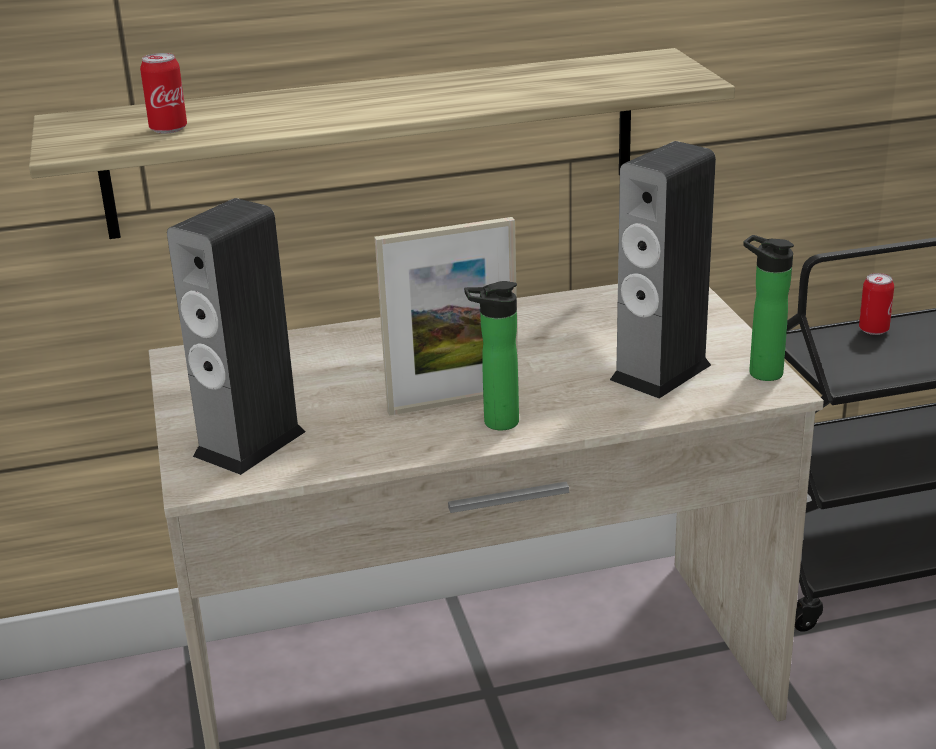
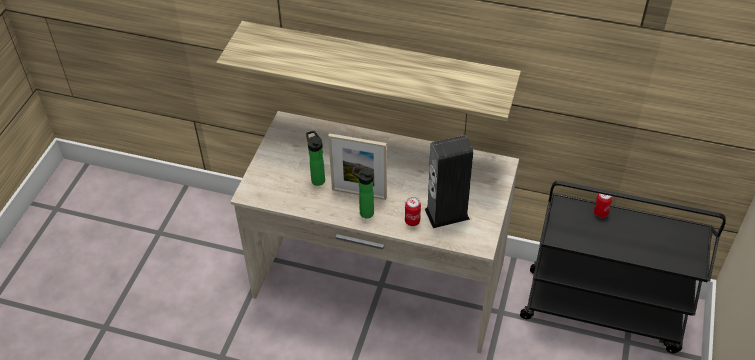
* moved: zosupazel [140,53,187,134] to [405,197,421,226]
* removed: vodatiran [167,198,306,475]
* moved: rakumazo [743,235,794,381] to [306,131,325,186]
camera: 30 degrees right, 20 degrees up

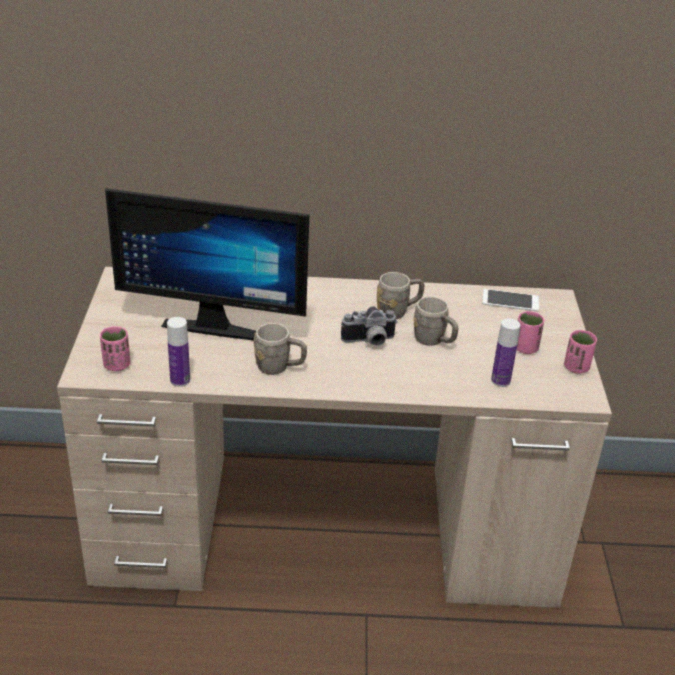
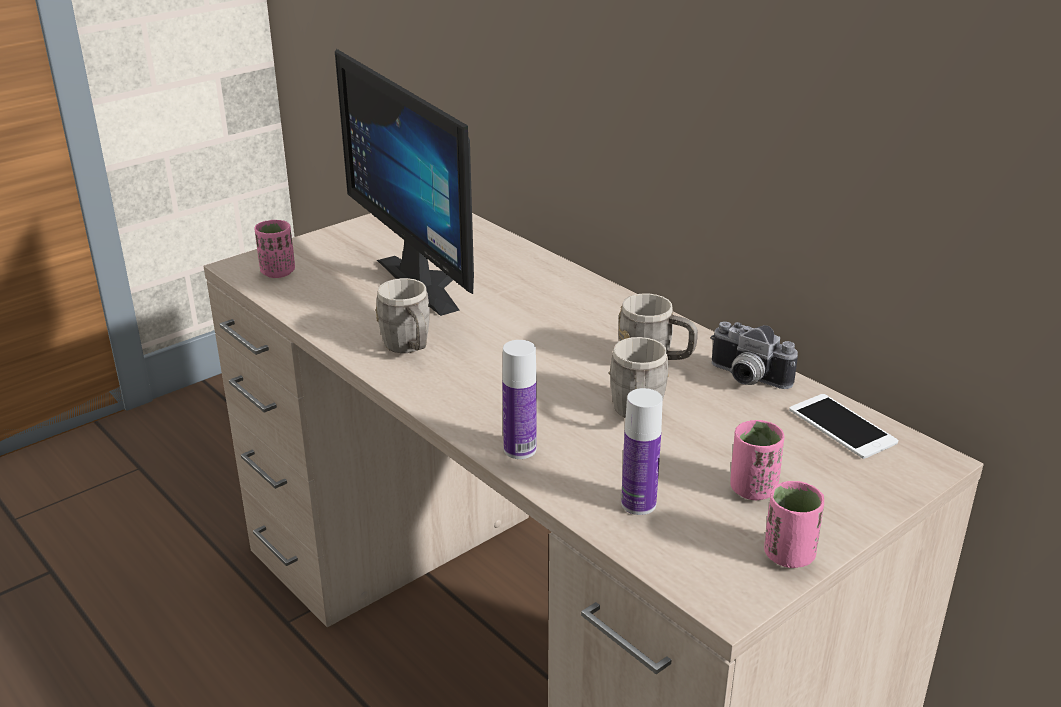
* moved: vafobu [341,306,397,346] to [711,322,798,389]
* moved: rakumazo [167,317,190,387] to [502,340,537,459]
camera: 50 degrees right, 5 degrees down

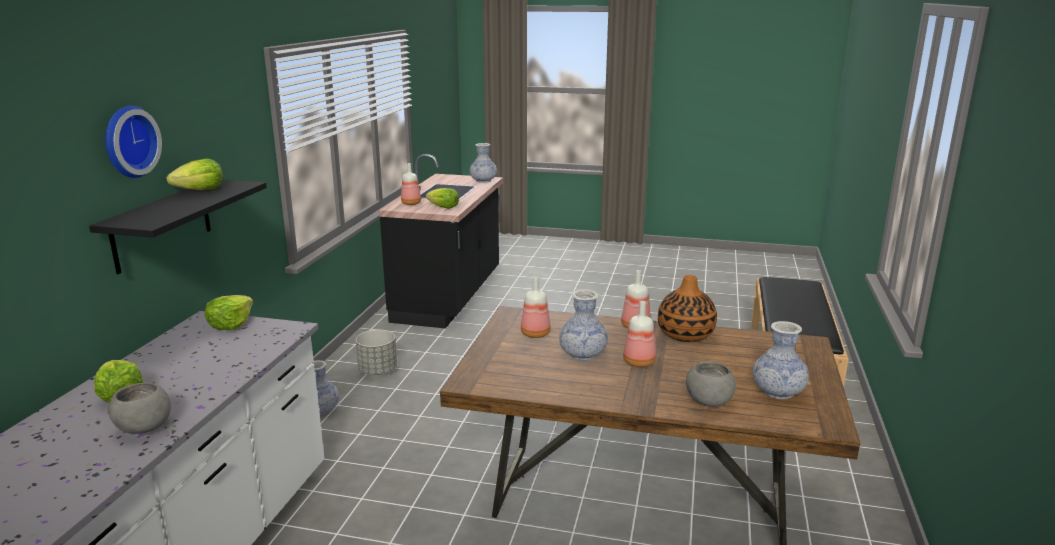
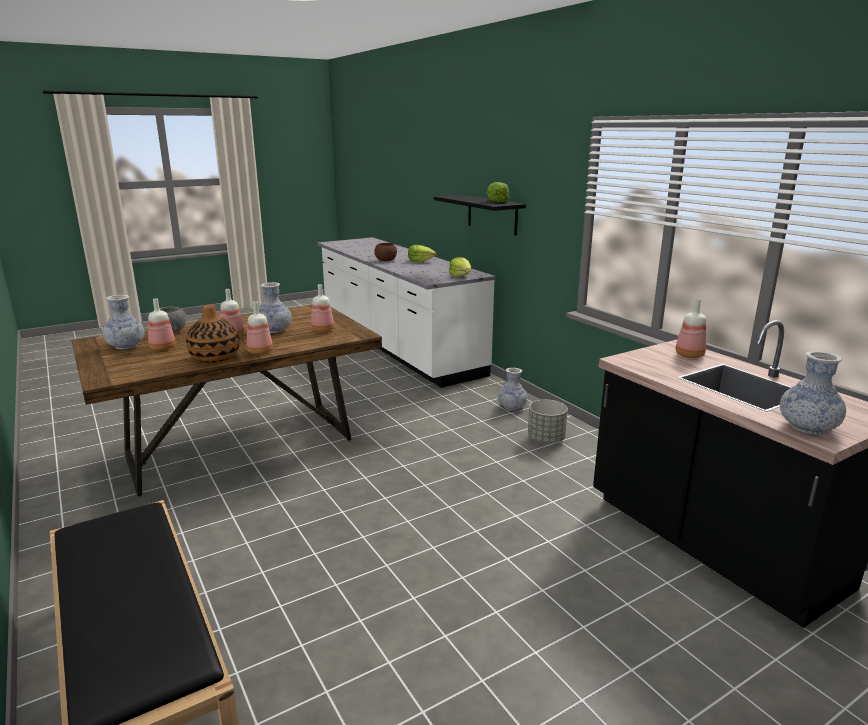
* removed: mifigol [105,106,162,178]
* removed: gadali [426,188,459,209]
* recoloured: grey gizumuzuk [108,383,171,434] to brown gizumuzuk [374,243,397,261]
* added: rakumazo [148,298,176,351]
camera: 135 degrees right, 0 degrees up

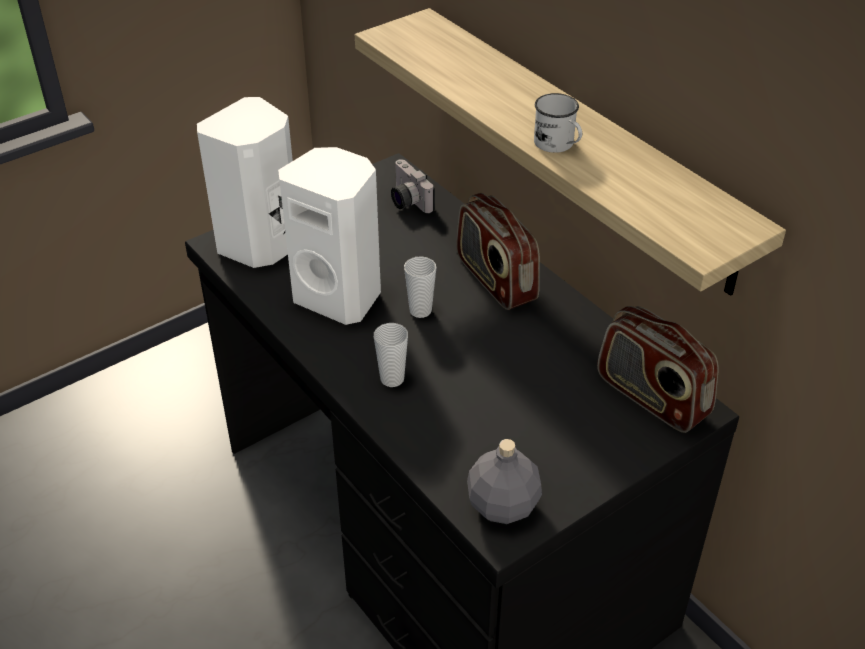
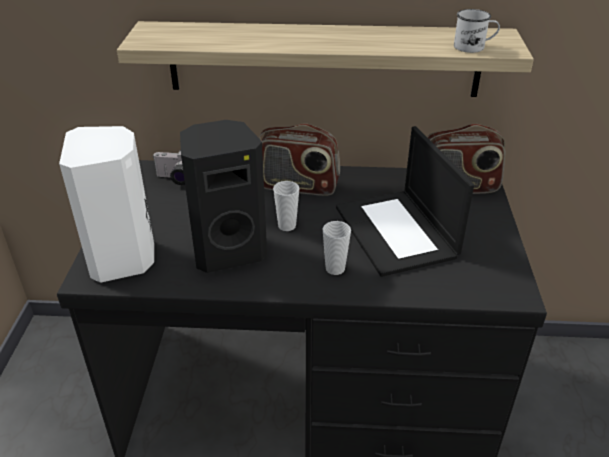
* moved: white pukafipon [534,93,582,153] to [454,9,500,53]
* recoloured: white vodatiran [278,147,381,325] to black vodatiran [180,120,267,273]
* removed: grey rakumazo [467,439,542,524]
* added: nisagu [336,126,474,277]
camera: 50 degrees left, 5 degrees down

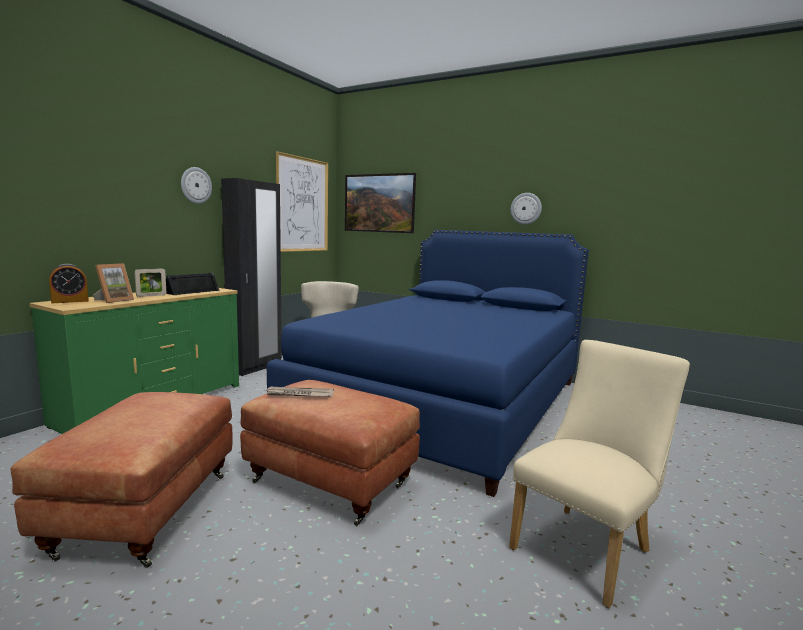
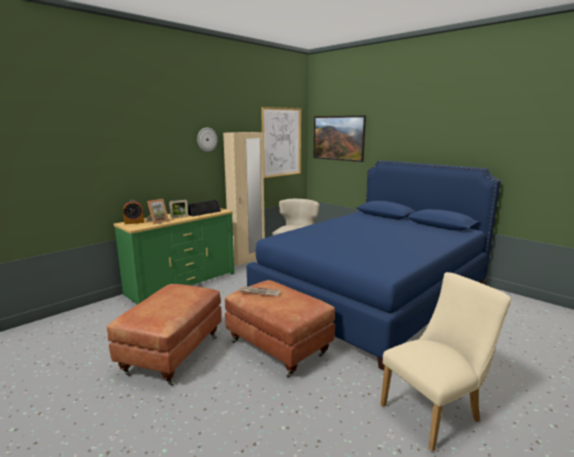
* recoloured: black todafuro [221,178,282,376] to beige todafuro [223,132,265,266]
* removed: mifigol [511,193,542,224]
camera: 15 degrees right, 5 degrees up

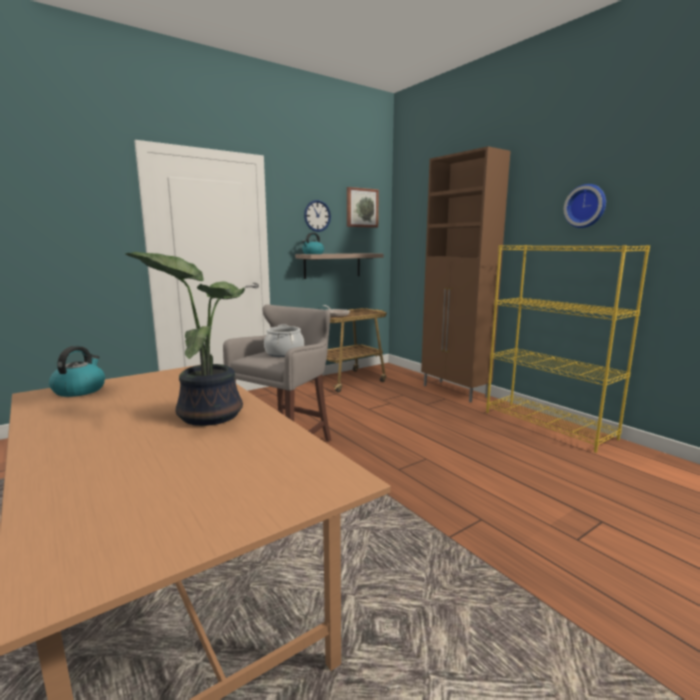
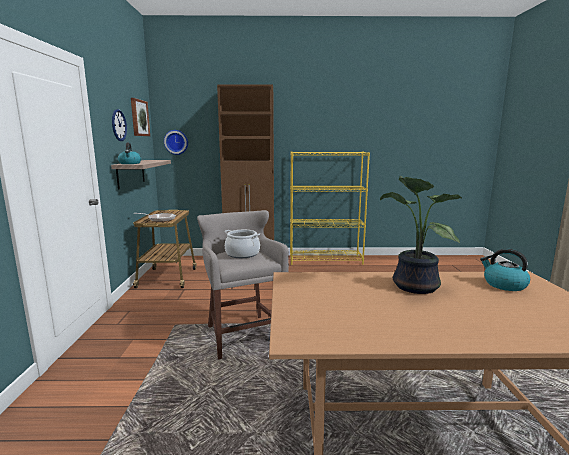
* moved: mifigol [564,184,606,228] to [164,130,188,155]
* moved: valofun [49,346,105,397] to [480,249,530,291]
camera: 55 degrees left, 0 degrees up

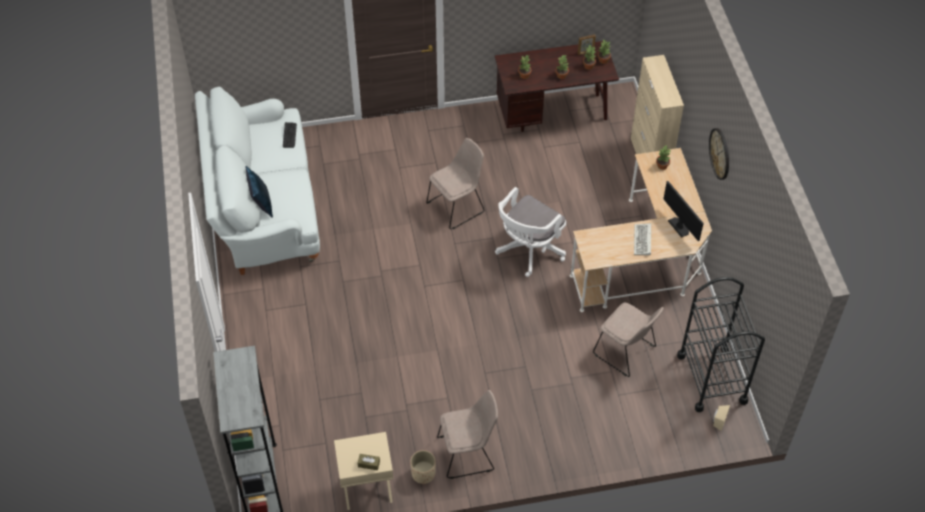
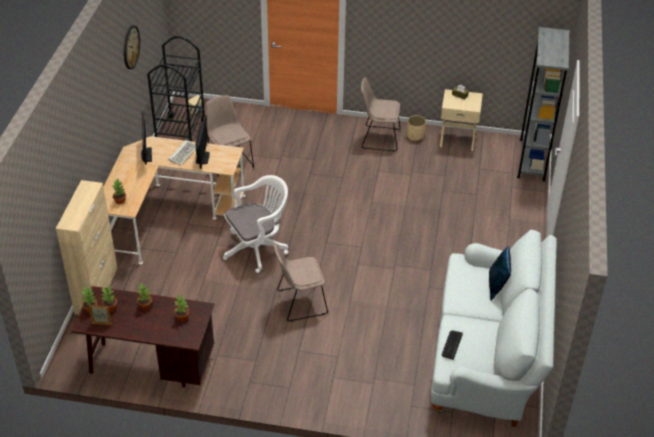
* moved: mifigol [709,128,729,180] to [124,26,140,69]
* added: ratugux [195,116,210,169]
camera: 160 degrees left, 10 degrees down

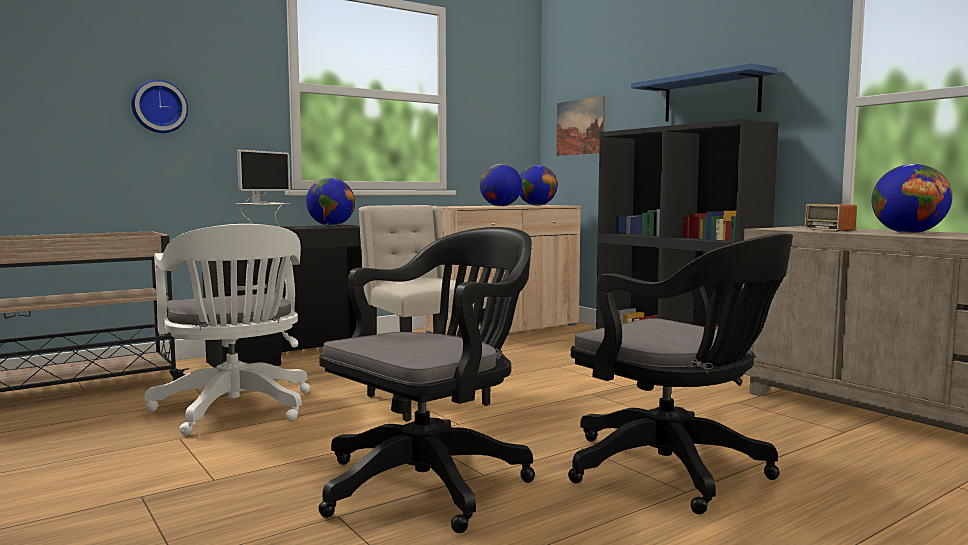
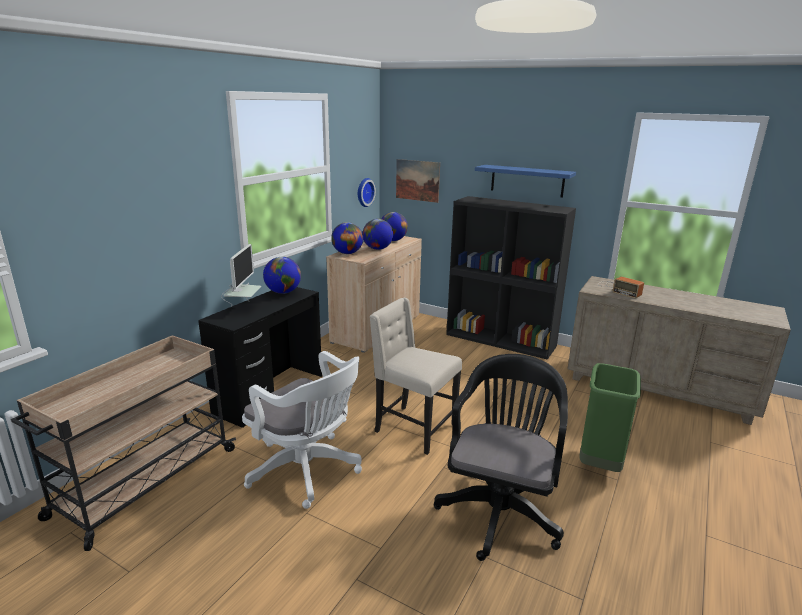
* moved: mifigol [131,79,188,133] to [358,178,376,207]
* moved: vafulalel [871,164,952,233] to [331,222,363,254]
* replaced: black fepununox [568,233,793,514] to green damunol [580,363,641,472]
camera: 25 degrees left, 15 degrees up

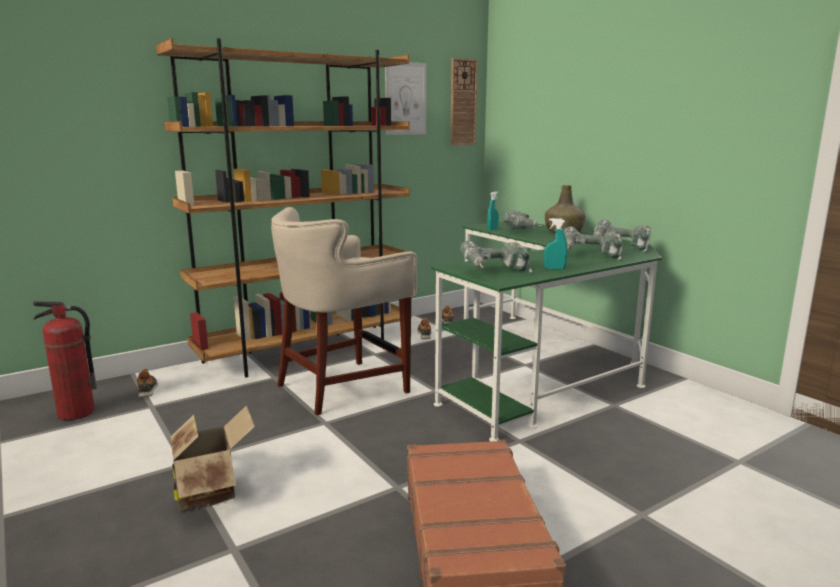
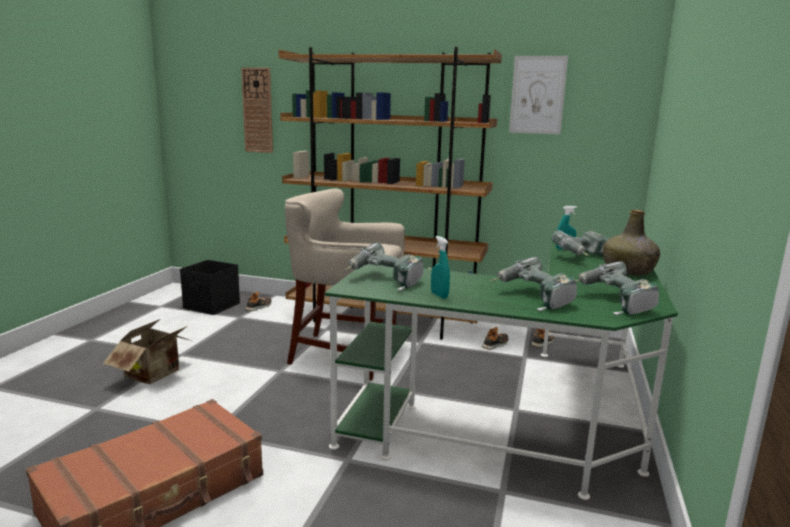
* moved: mifigol [450,58,478,145] to [241,68,273,153]
* replaced: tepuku [33,301,97,420] to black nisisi [180,260,240,315]
camera: 50 degrees right, 0 degrees up

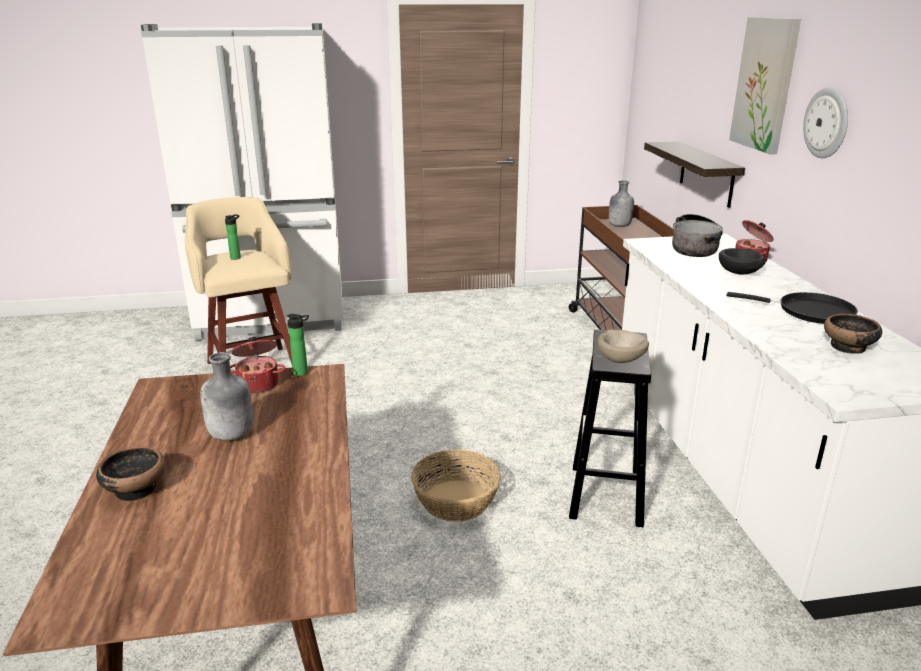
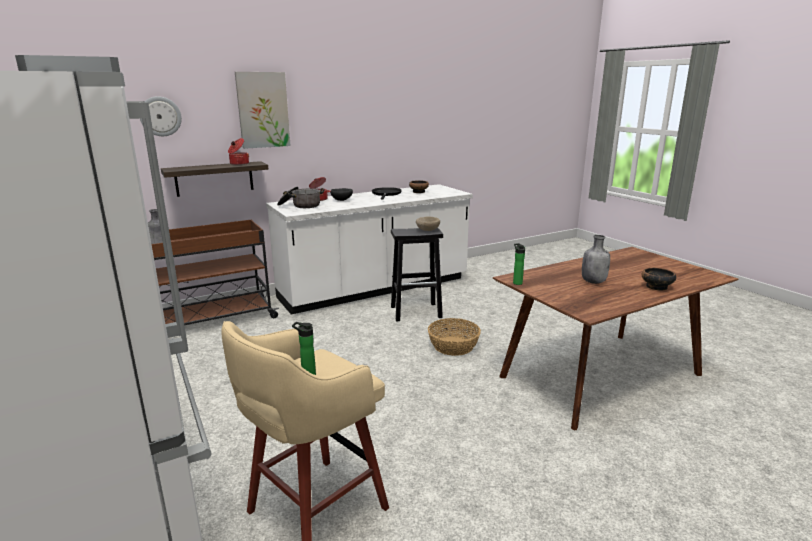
* moved: mifigol [803,87,848,158] to [140,96,182,136]
* moved: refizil [230,337,285,393] to [228,138,249,165]
camera: 110 degrees left, 5 degrees down

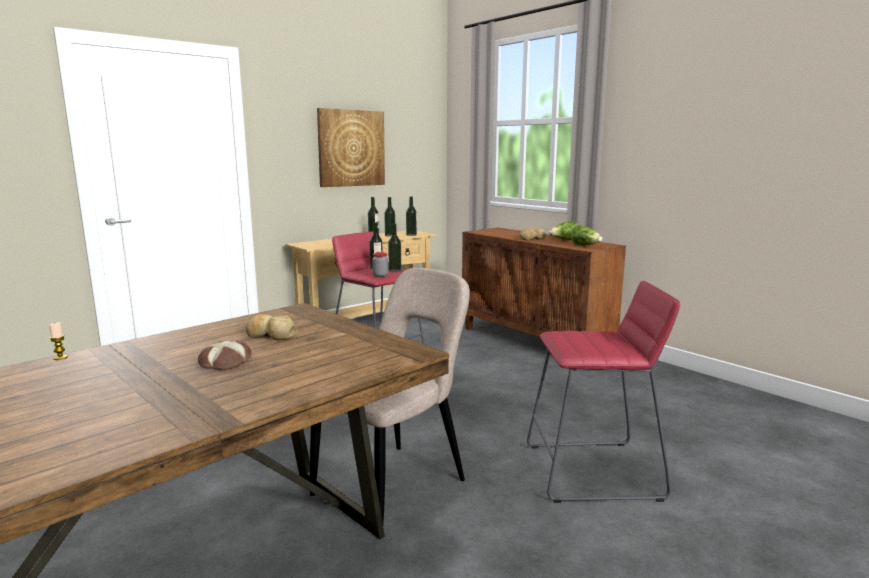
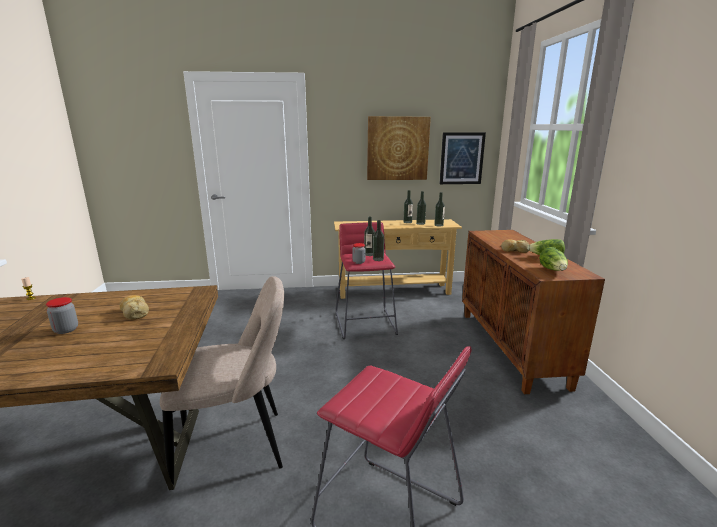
* replaced: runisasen [198,340,251,370] to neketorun [46,297,78,334]
* added: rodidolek [439,132,486,184]
camera: 35 degrees right, 5 degrees up

